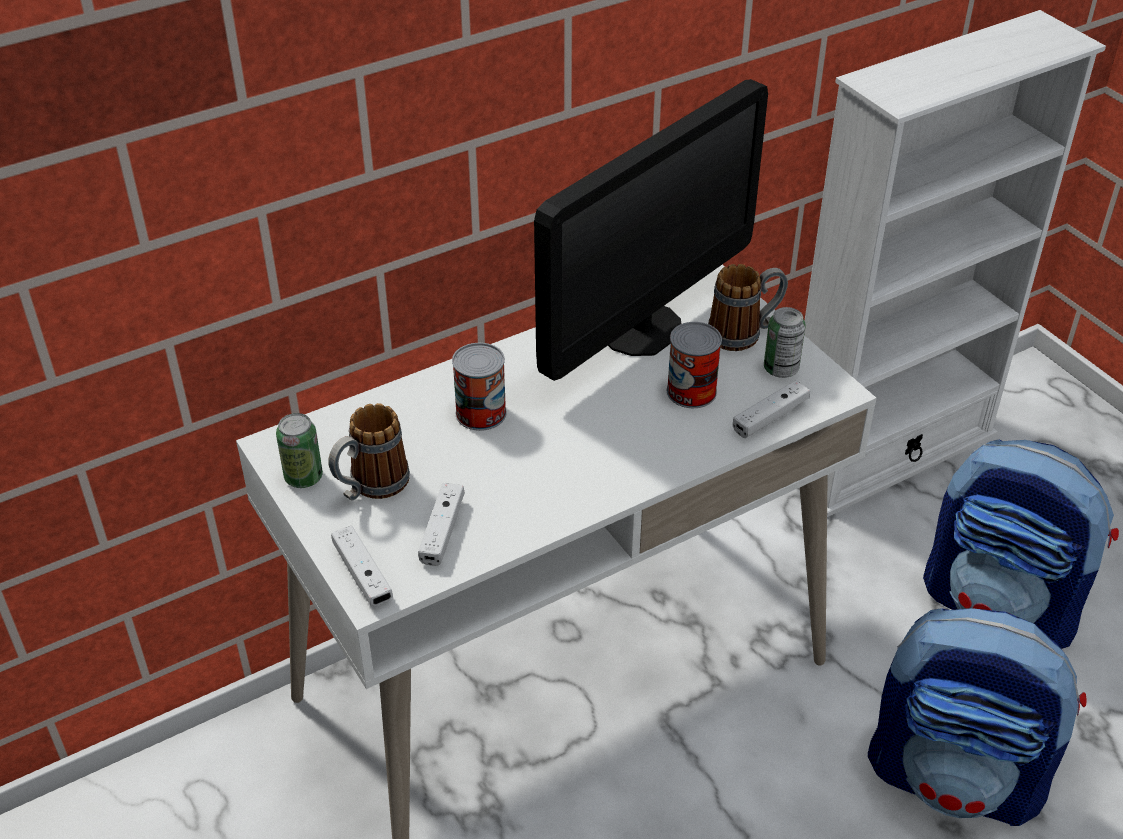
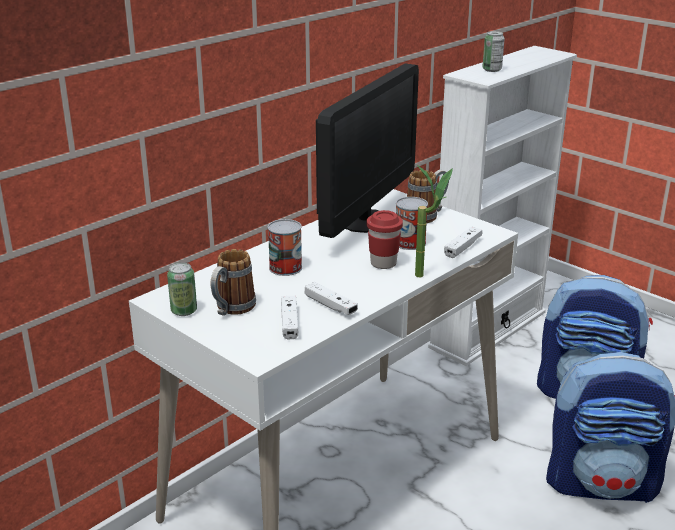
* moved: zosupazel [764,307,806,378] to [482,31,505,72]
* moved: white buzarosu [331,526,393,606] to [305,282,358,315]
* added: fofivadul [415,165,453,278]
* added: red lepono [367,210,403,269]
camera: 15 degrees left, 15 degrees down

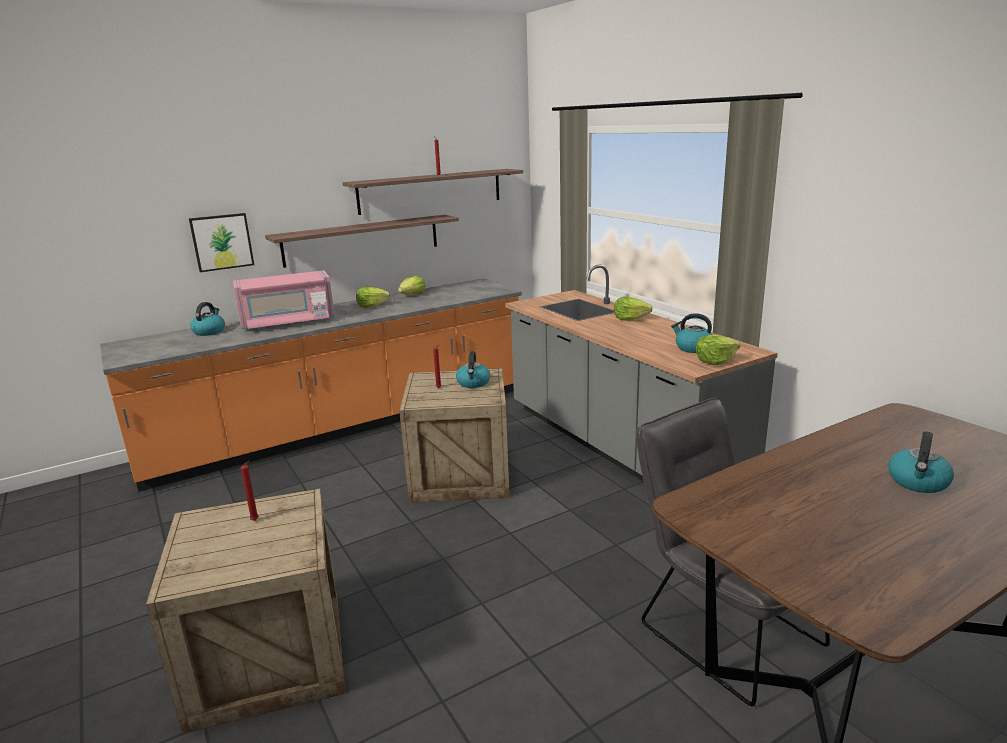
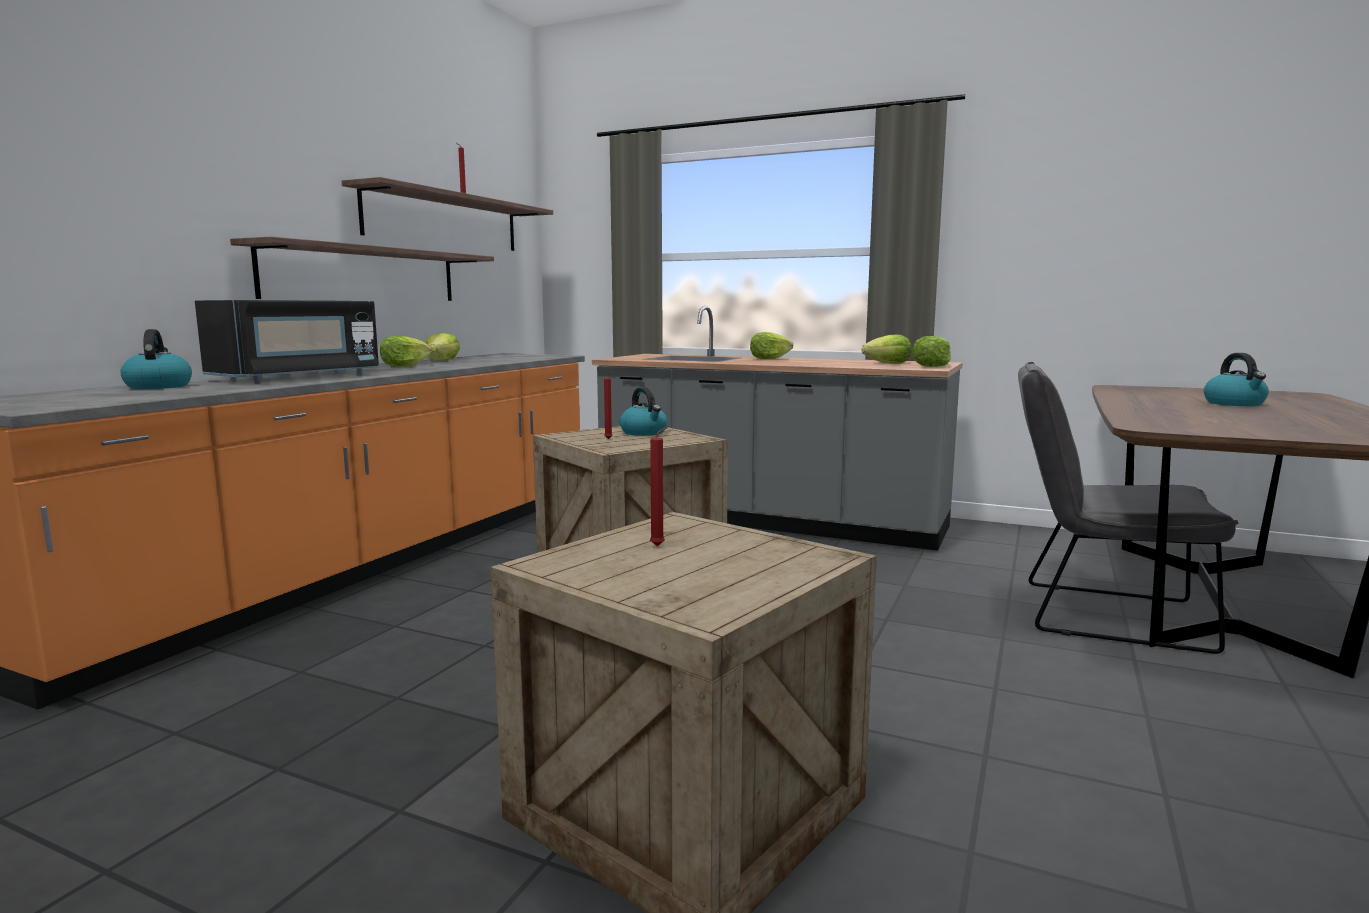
* removed: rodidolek [189,213,254,272]
* recoloured: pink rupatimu [233,270,335,330] to black rupatimu [195,300,379,382]
* replaced: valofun [671,313,713,353] to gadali [862,334,911,364]
camera: 35 degrees left, 10 degrees down

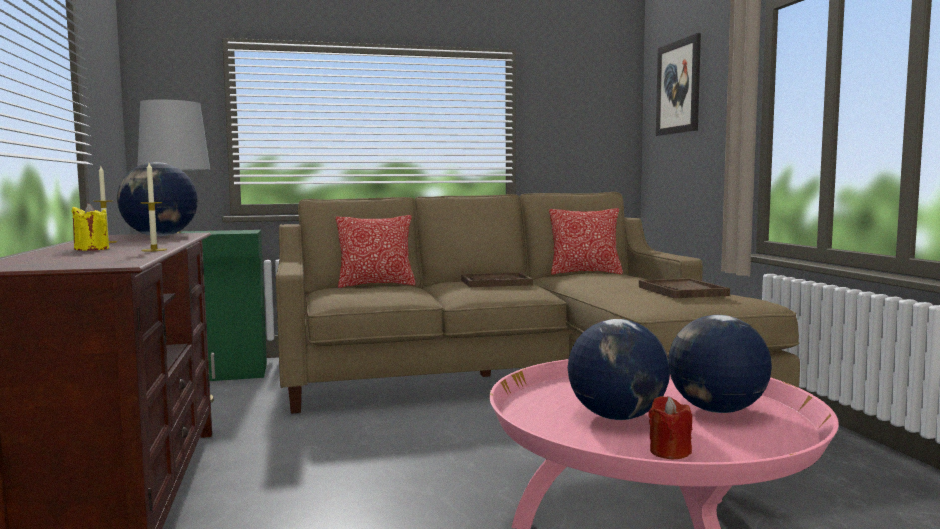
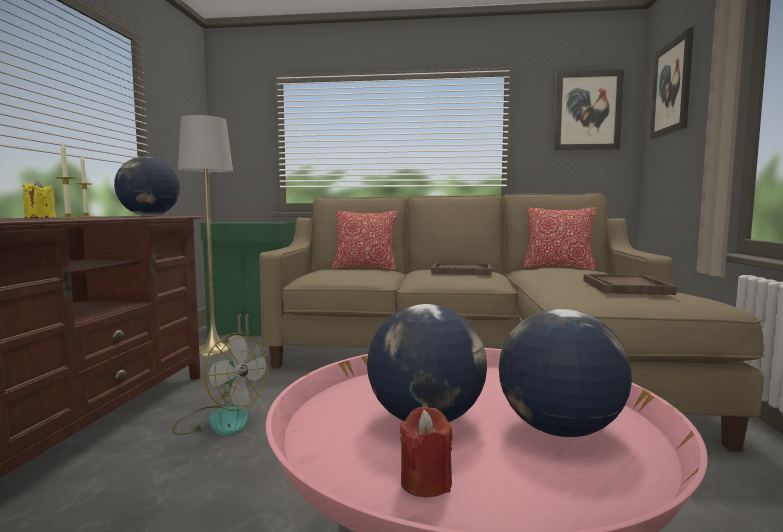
* added: rodidolek [554,69,624,151]
* added: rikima [172,333,269,436]
camera: 20 degrees right, 0 degrees up

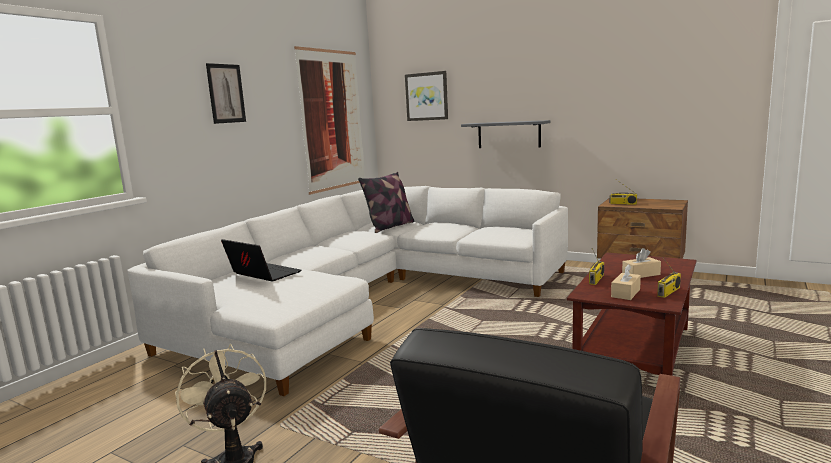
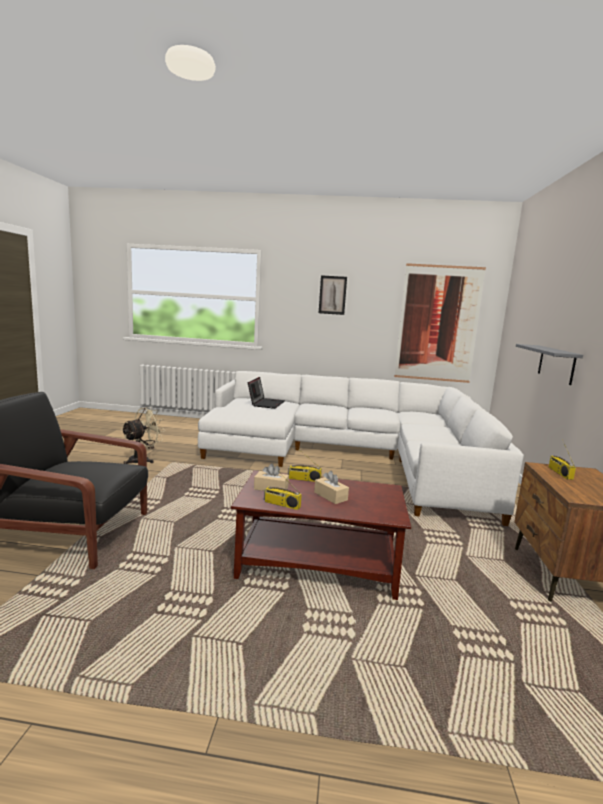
* removed: rodidolek [405,71,448,121]
* removed: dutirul [358,172,415,233]
camera: 65 degrees right, 0 degrees up

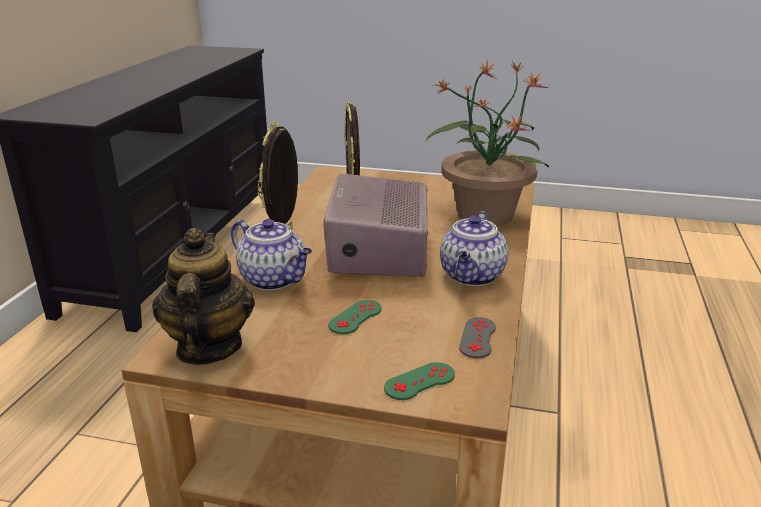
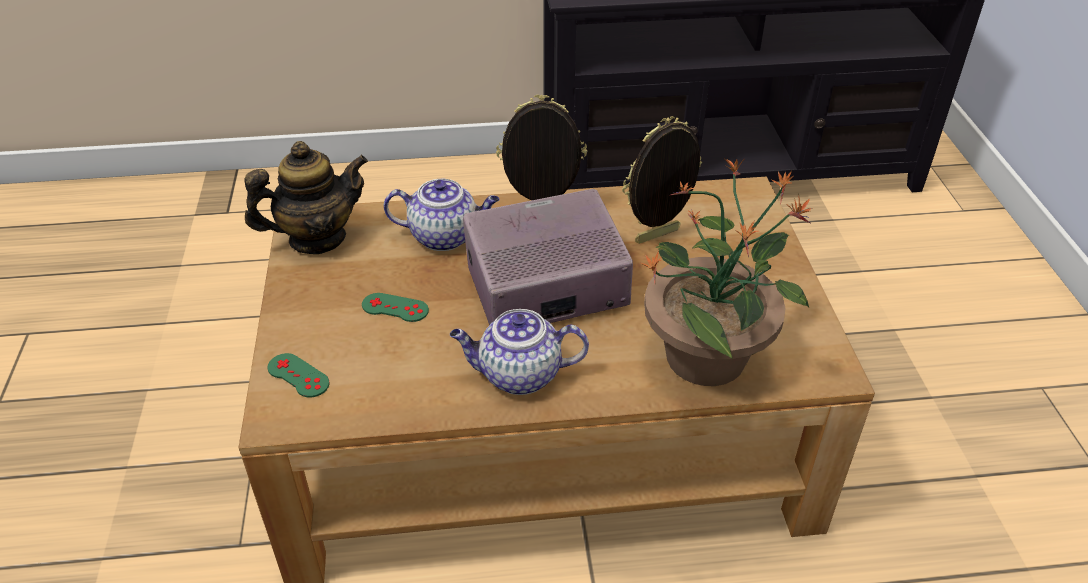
* turned: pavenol [231,219,312,290] = [384,179,500,251] 105 degrees counterclockwise
* removed: grey buzarosu [459,317,496,358]
camera: 70 degrees right, 15 degrees up

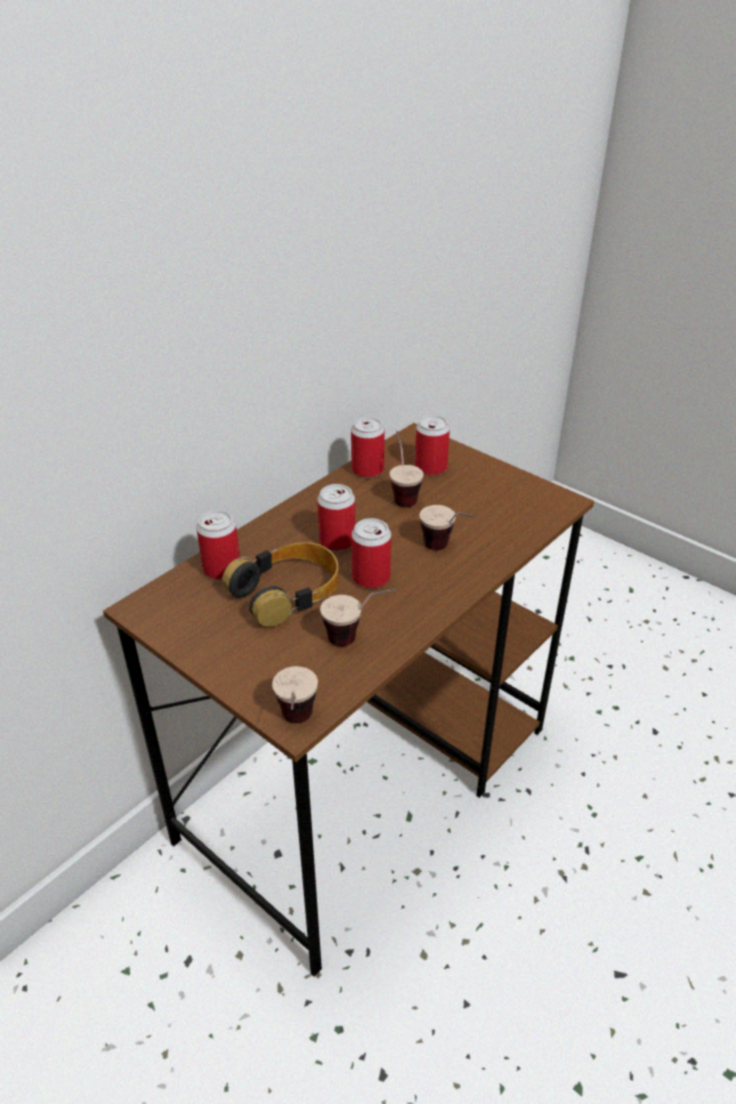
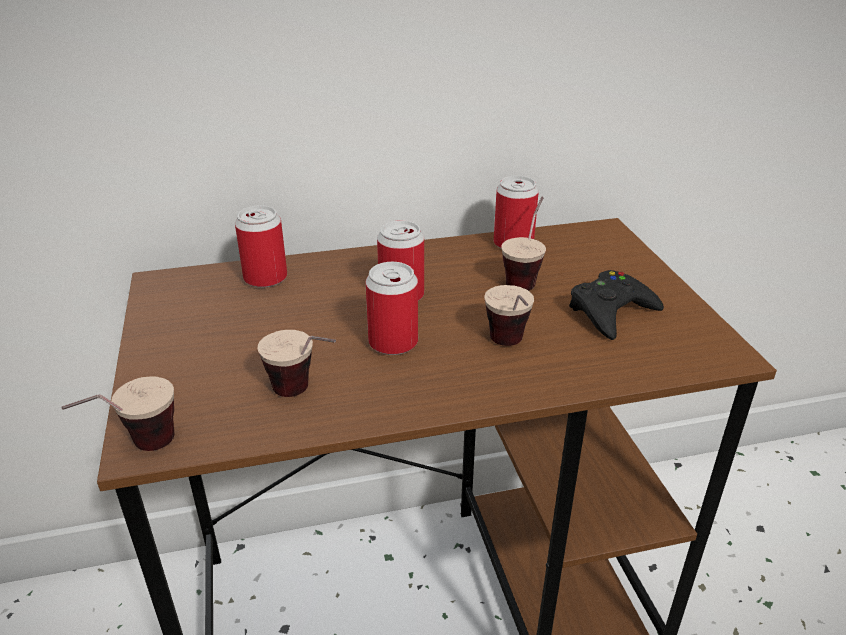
* removed: zosupazel [415,415,450,476]
* removed: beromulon [222,542,338,627]
* added: black buzarosu [569,270,664,340]
camera: 35 degrees right, 5 degrees down

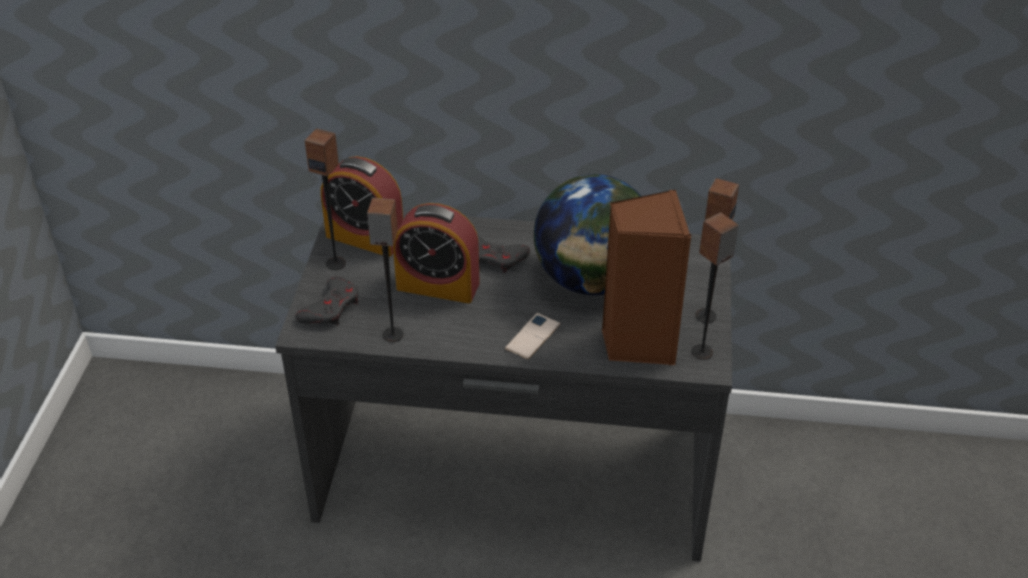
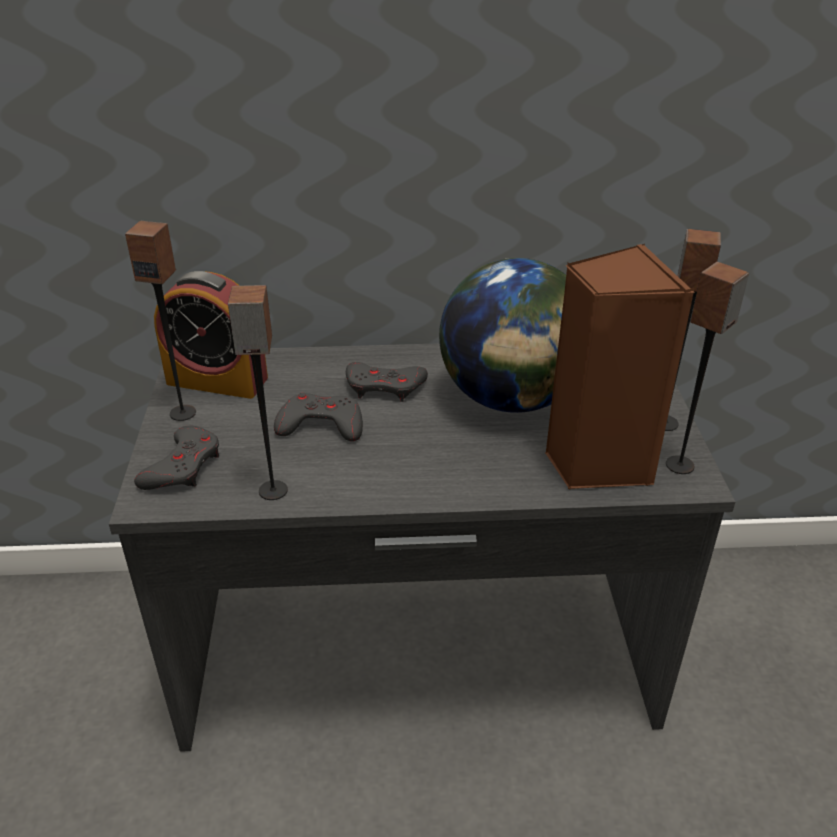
* replaced: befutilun [393,203,480,303] to grey buzarosu [274,393,363,441]
* removed: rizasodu [505,313,560,360]
camera: 10 degrees left, 5 degrees down

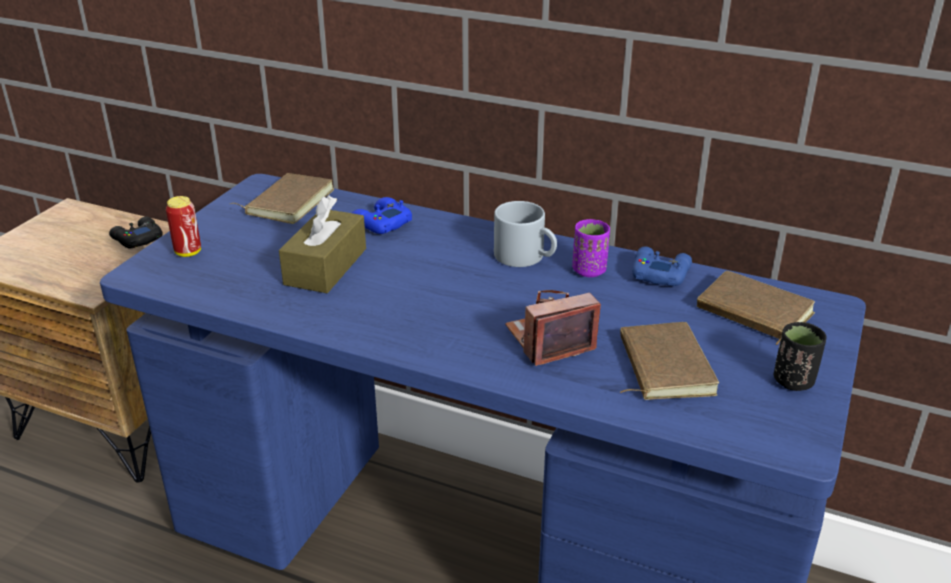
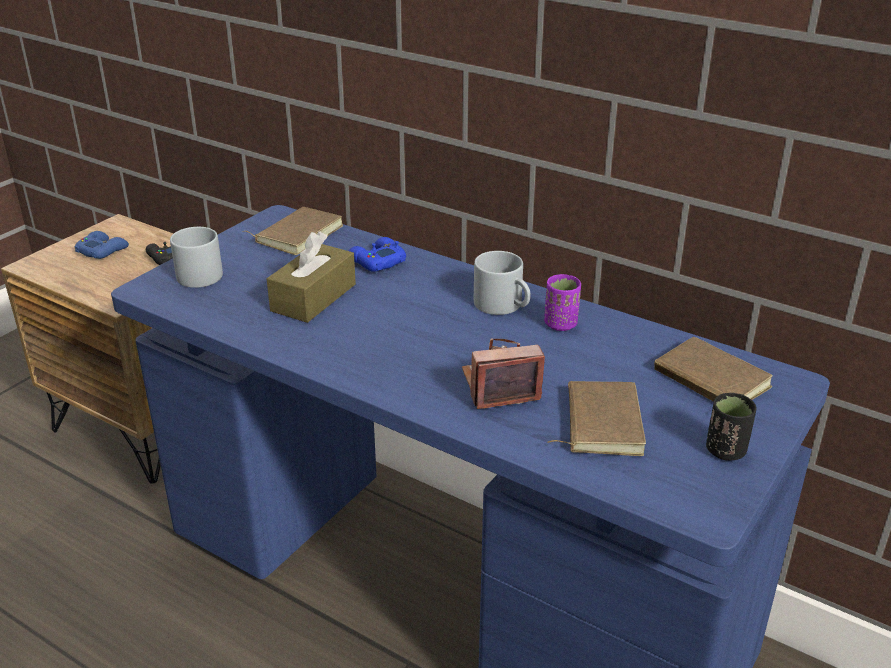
* replaced: zosupazel [166,196,201,257] to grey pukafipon [170,227,223,288]
* moved: blue buzarosu [632,247,692,286] to [74,231,129,259]
camera: 10 degrees right, 0 degrees up

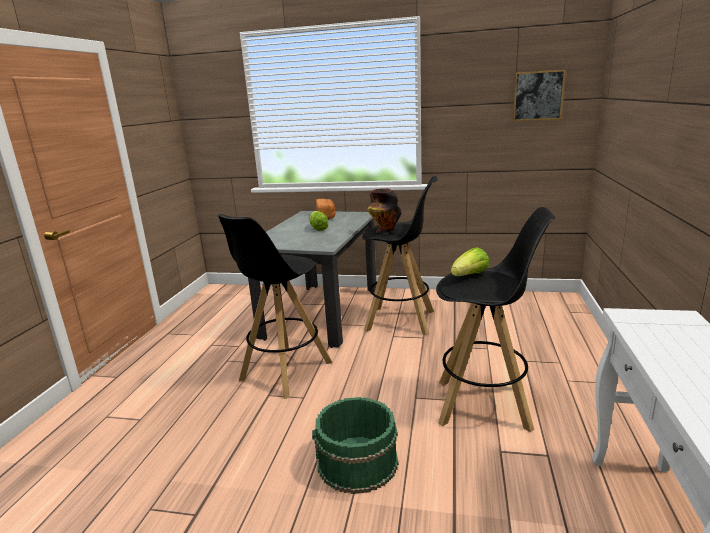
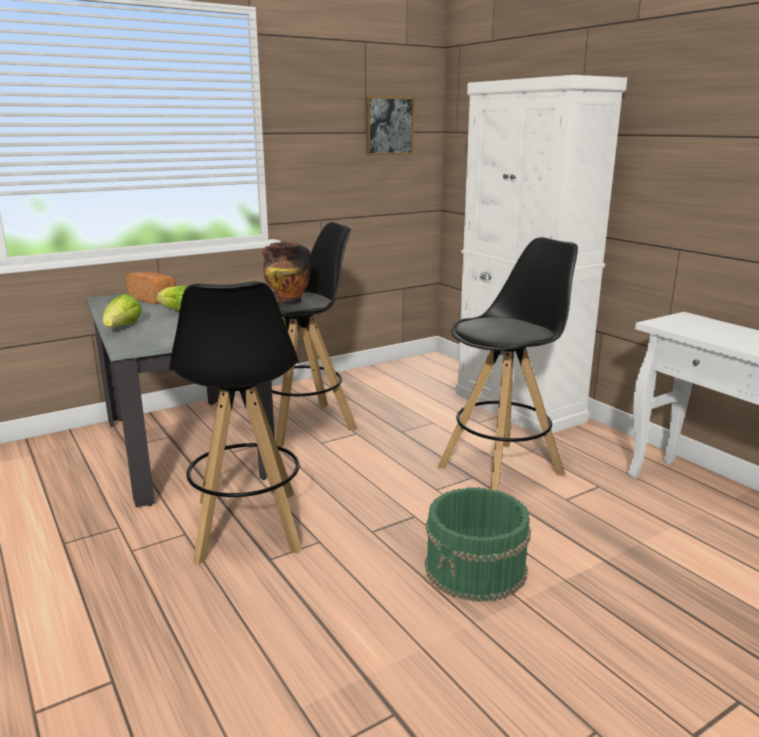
* moved: gadali [451,247,489,276] to [103,294,142,327]
* added: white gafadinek [456,75,627,437]
camera: 45 degrees left, 0 degrees up

